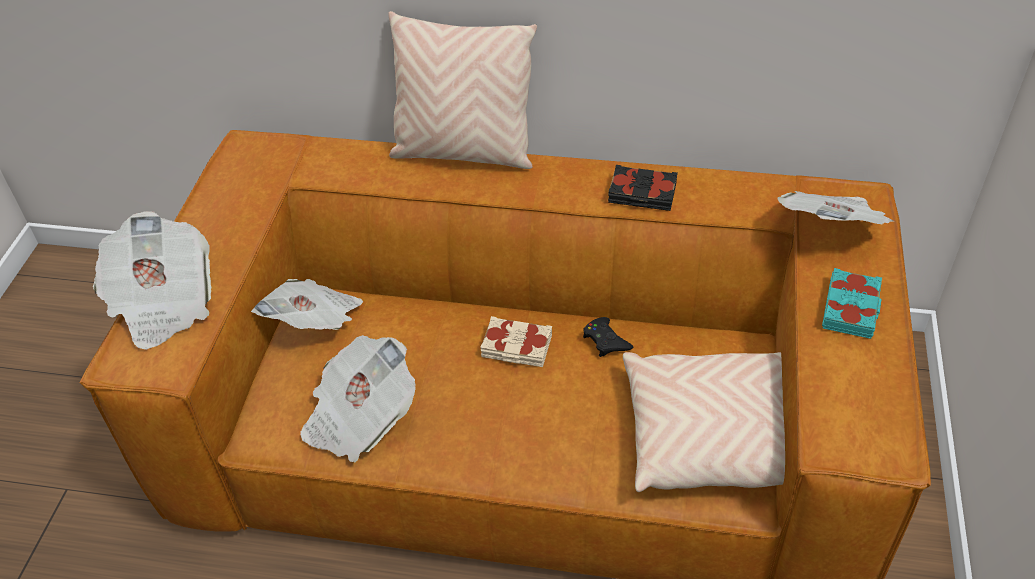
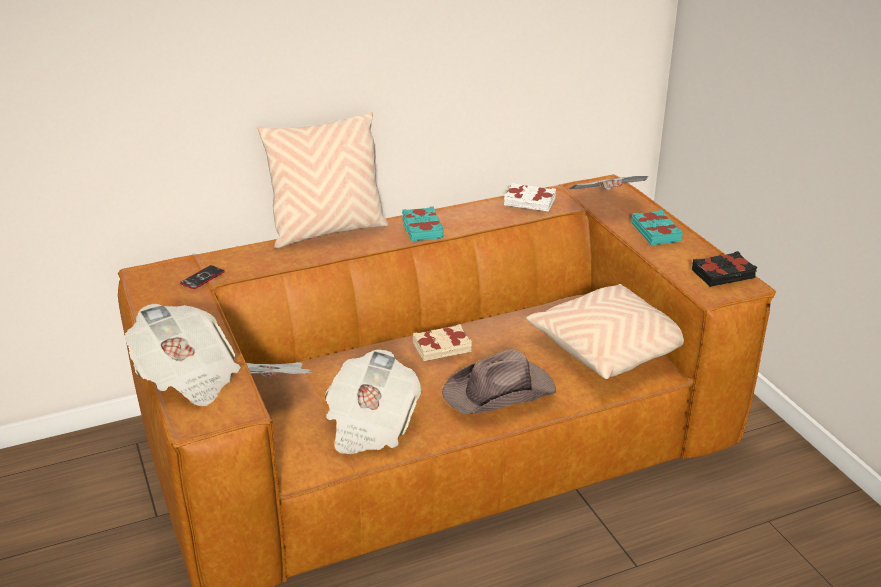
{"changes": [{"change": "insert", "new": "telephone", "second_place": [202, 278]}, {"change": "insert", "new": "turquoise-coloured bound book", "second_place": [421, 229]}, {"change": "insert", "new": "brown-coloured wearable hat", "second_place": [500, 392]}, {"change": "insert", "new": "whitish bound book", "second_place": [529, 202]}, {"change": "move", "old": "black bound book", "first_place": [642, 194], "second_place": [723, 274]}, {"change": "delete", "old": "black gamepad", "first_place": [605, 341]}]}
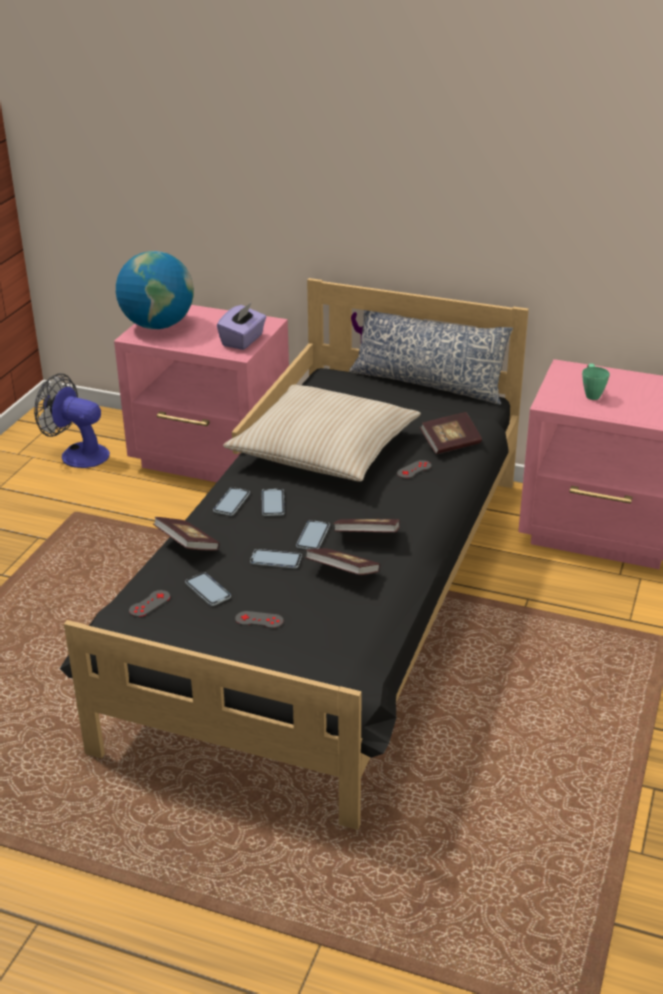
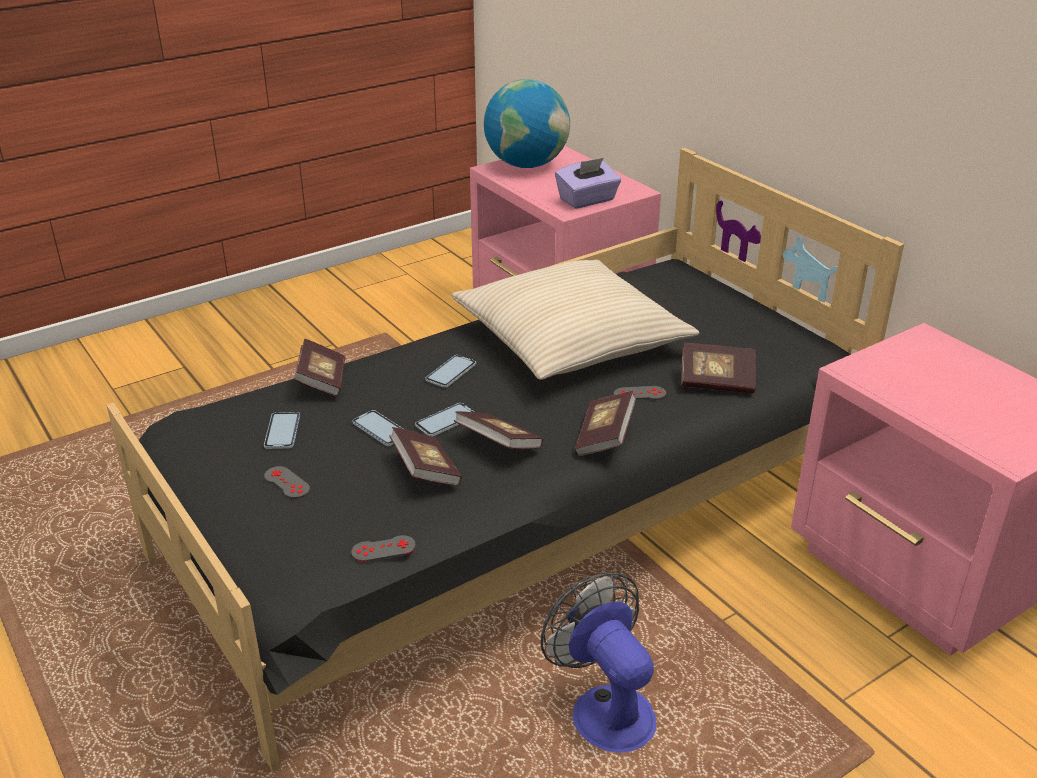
{"changes": [{"change": "move", "old": "greyish gamepad", "first_place": [149, 604], "second_place": [383, 549]}, {"change": "move", "old": "electric fan", "first_place": [77, 454], "second_place": [604, 707]}, {"change": "insert", "new": "bound book", "second_place": [604, 437]}, {"change": "delete", "old": "telephone", "first_place": [231, 502]}, {"change": "delete", "old": "throw pillow", "first_place": [427, 383]}, {"change": "delete", "old": "greenish coffee mug", "first_place": [591, 393]}]}
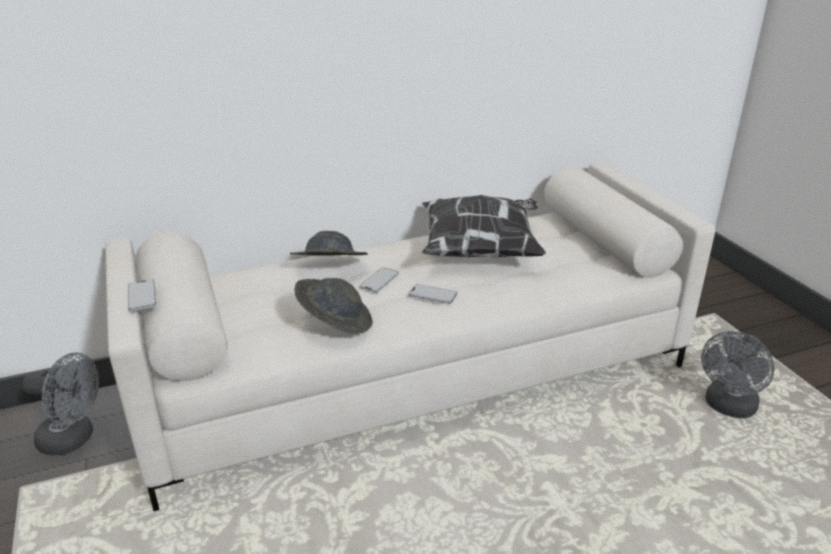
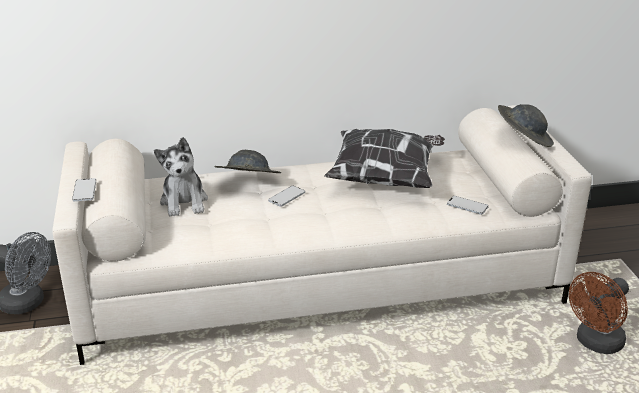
{"changes": [{"change": "insert", "new": "plush toy", "second_place": [184, 202]}, {"change": "move", "old": "telephone", "first_place": [433, 295], "second_place": [467, 206]}, {"change": "move", "old": "greyish wearable hat", "first_place": [335, 322], "second_place": [523, 140]}, {"change": "recolor", "old": "greyish electric fan", "new": "brown-coloured electric fan", "first_place": [728, 408], "second_place": [595, 344]}]}
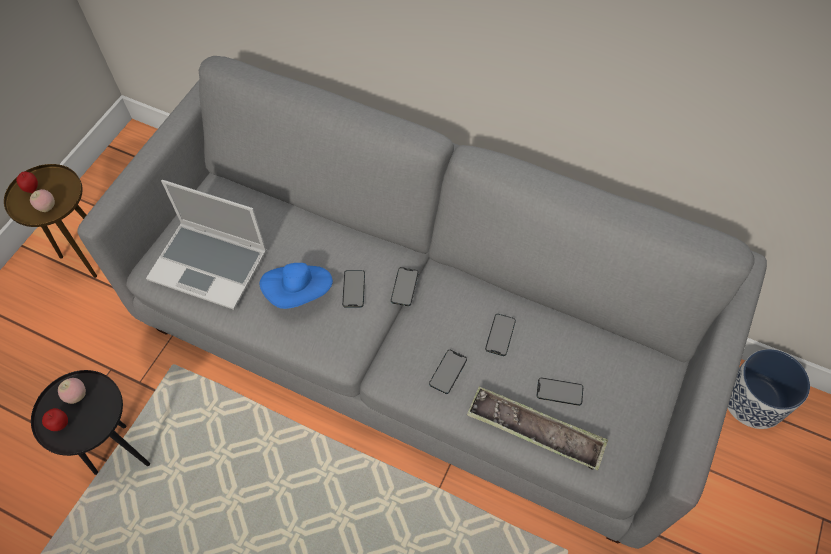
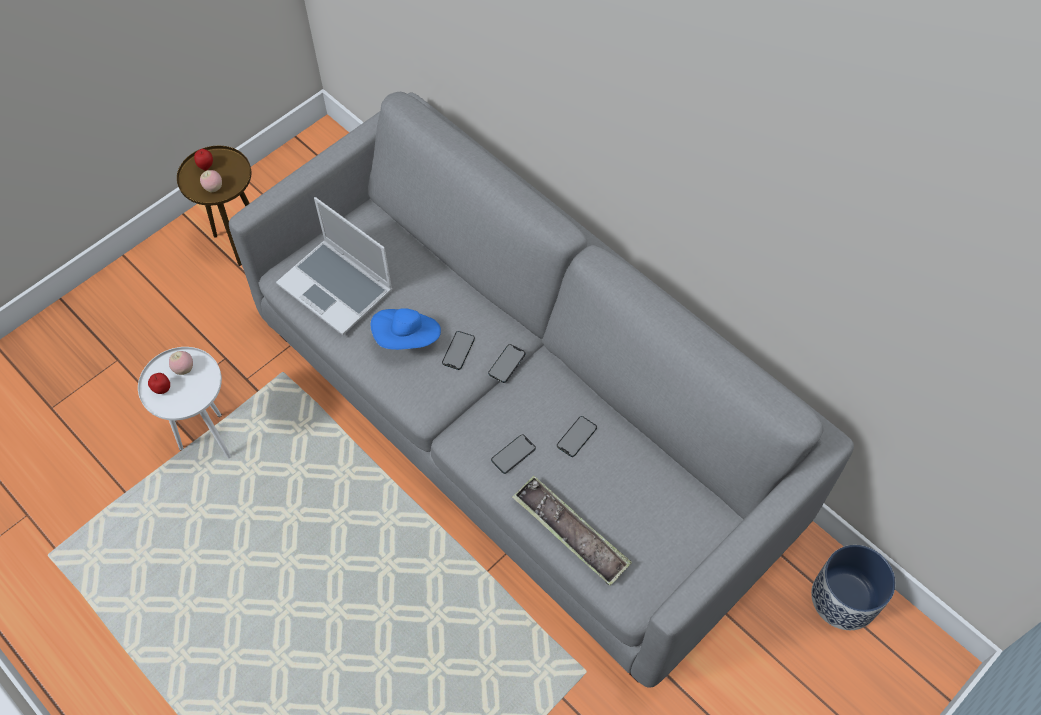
{"changes": [{"change": "recolor", "old": "black accent table", "new": "whitish accent table", "first_place": [123, 454], "second_place": [210, 440]}, {"change": "delete", "old": "telephone", "first_place": [559, 391]}]}
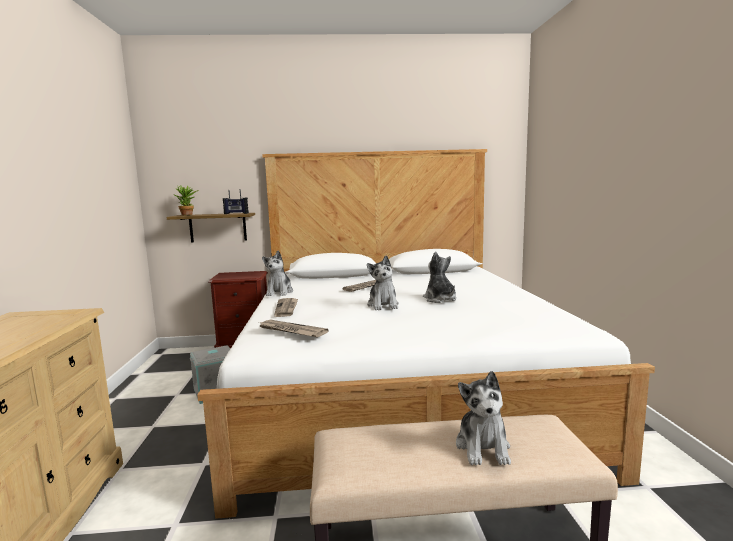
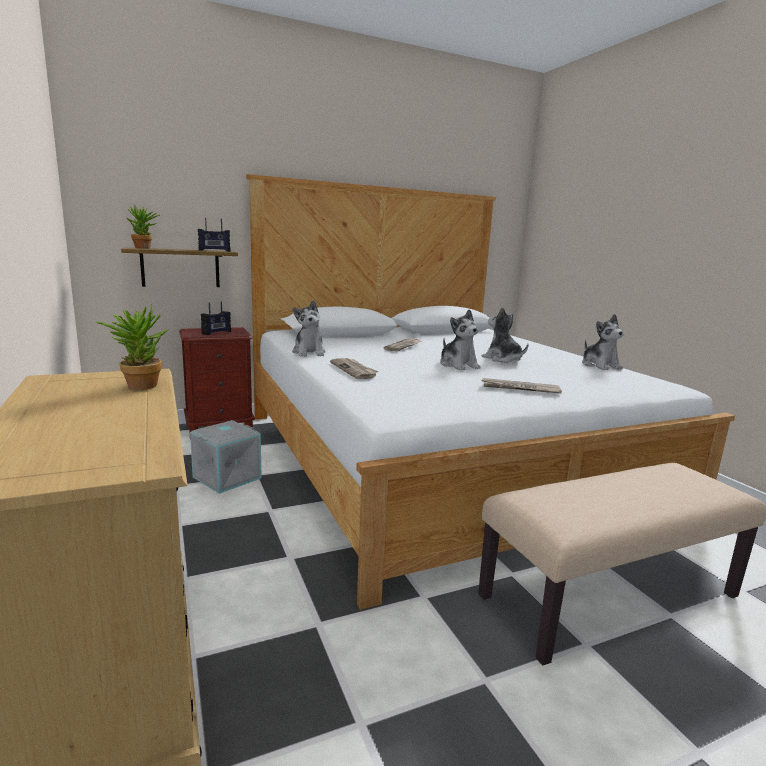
{"changes": [{"change": "insert", "new": "plant in a pot", "second_place": [139, 385]}, {"change": "insert", "new": "radio receiver", "second_place": [216, 332]}, {"change": "move", "old": "newspaper", "first_place": [291, 330], "second_place": [519, 388]}, {"change": "move", "old": "plush toy", "first_place": [483, 447], "second_place": [600, 365]}]}
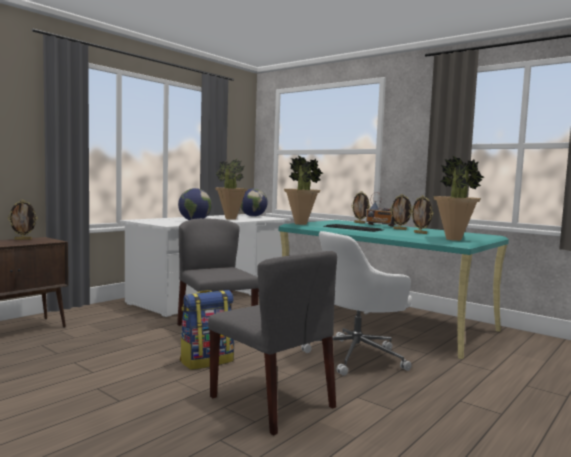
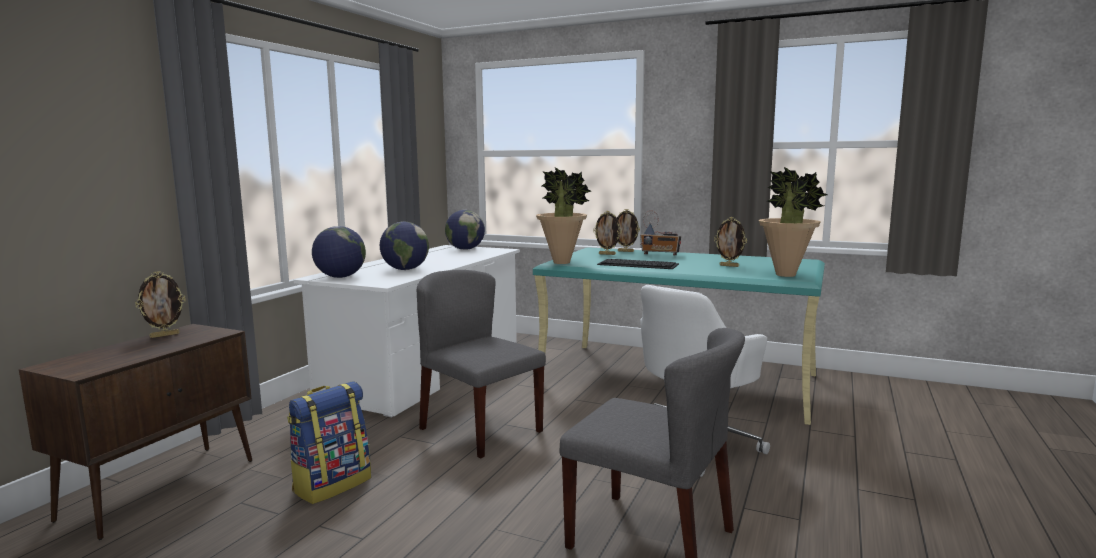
{"changes": [{"change": "move", "old": "knapsack", "first_place": [206, 361], "second_place": [332, 484]}, {"change": "insert", "new": "globe", "second_place": [340, 277]}, {"change": "move", "old": "picture frame", "first_place": [400, 229], "second_place": [607, 254]}, {"change": "delete", "old": "plant in a pot", "first_place": [230, 219]}]}
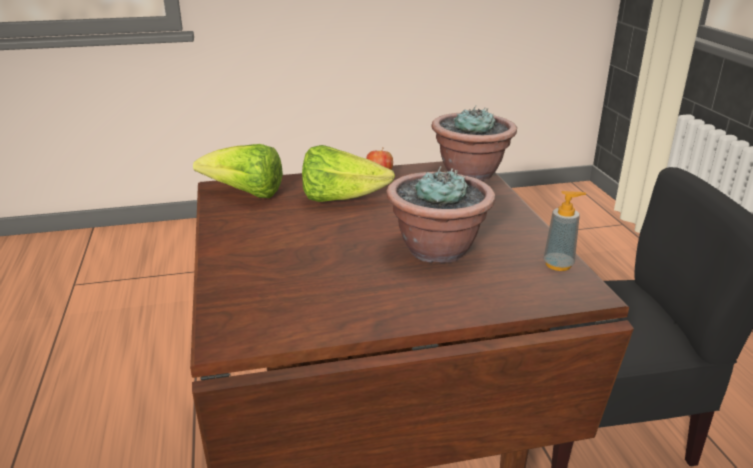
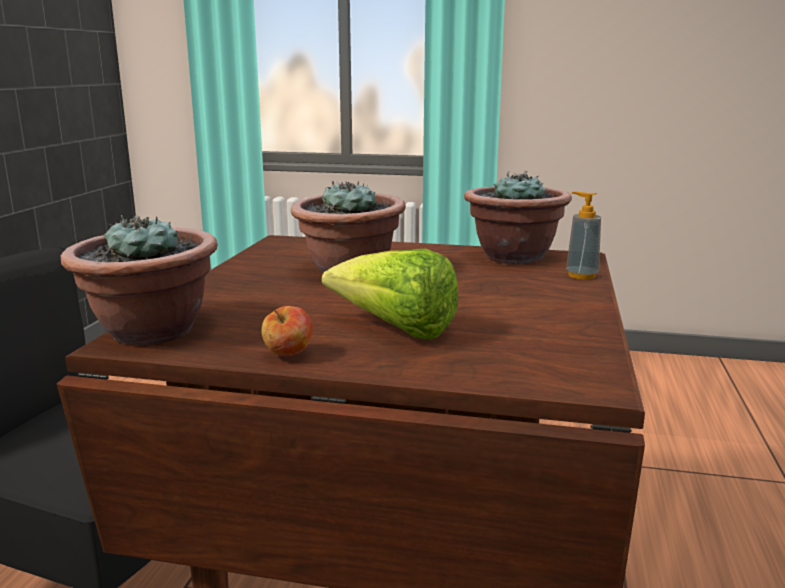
{"changes": [{"change": "insert", "new": "plant in a pot", "second_place": [513, 257]}, {"change": "move", "old": "soap bottle", "first_place": [558, 264], "second_place": [581, 276]}, {"change": "delete", "old": "lettuce", "first_place": [246, 194]}]}
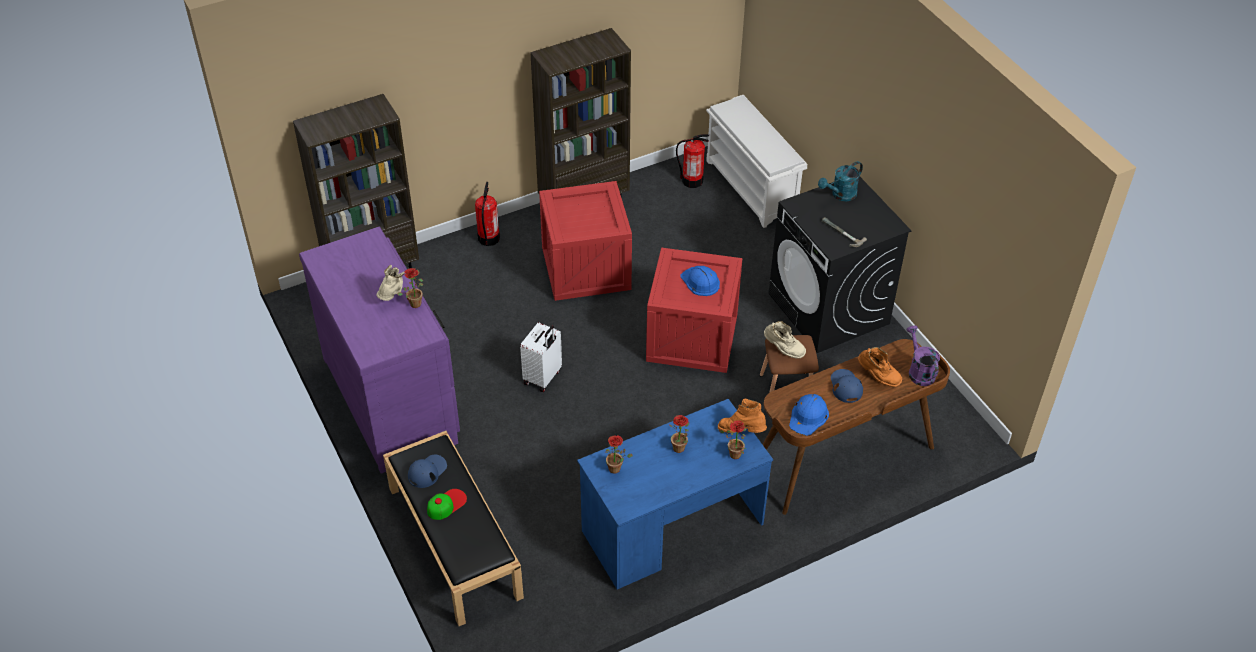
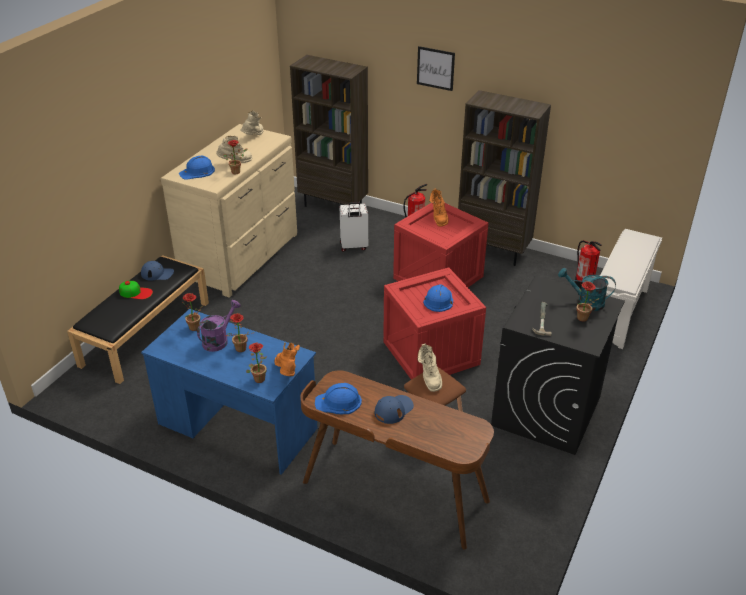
{"changes": [{"change": "recolor", "old": "purple chest of drawers", "new": "beige chest of drawers", "first_place": [392, 398], "second_place": [242, 257]}, {"change": "insert", "new": "blue work helmet", "second_place": [197, 172]}, {"change": "move", "old": "purple watering can", "first_place": [919, 371], "second_place": [218, 340]}, {"change": "insert", "new": "beige tall boot", "second_place": [253, 136]}, {"change": "move", "old": "whitish piece of luggage", "first_place": [543, 377], "second_place": [353, 246]}, {"change": "insert", "new": "wall art", "second_place": [435, 68]}, {"change": "move", "old": "orange tall boot", "first_place": [877, 377], "second_place": [438, 218]}, {"change": "insert", "new": "plant in a pot", "second_place": [583, 319]}]}
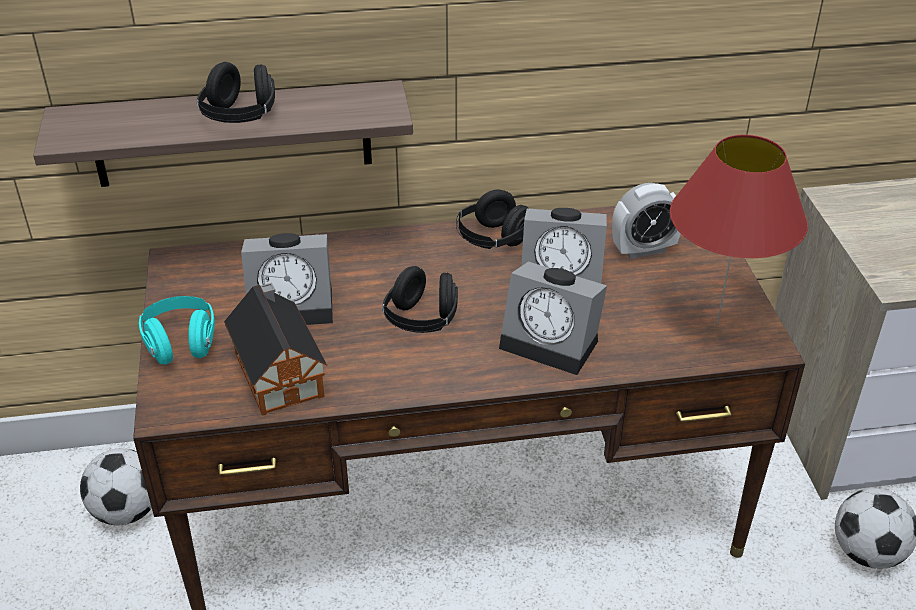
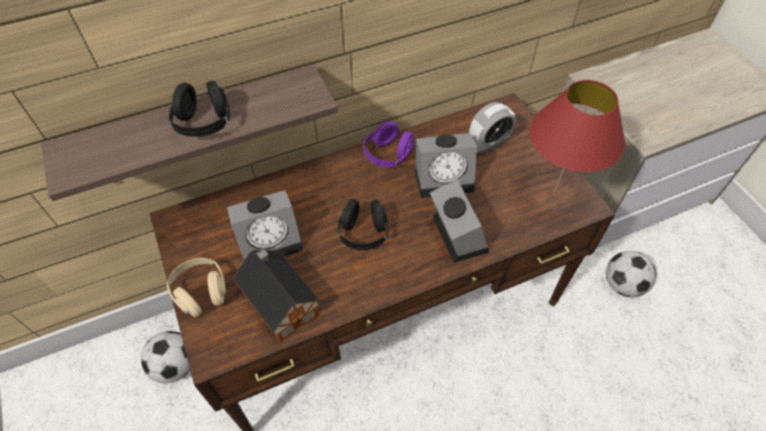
{"changes": [{"change": "recolor", "old": "turquoise-coloured pair of headphones", "new": "beige pair of headphones", "first_place": [181, 344], "second_place": [201, 293]}, {"change": "recolor", "old": "black pair of headphones", "new": "purple pair of headphones", "first_place": [492, 239], "second_place": [388, 155]}, {"change": "rotate", "old": "alarm clock", "first_place": [553, 343], "second_place": [456, 233], "degrees": -120}]}
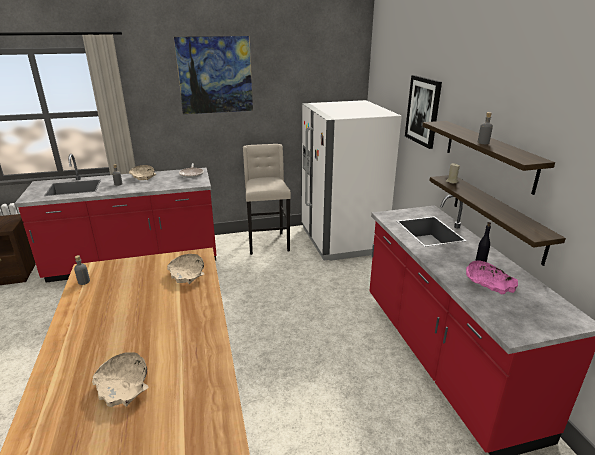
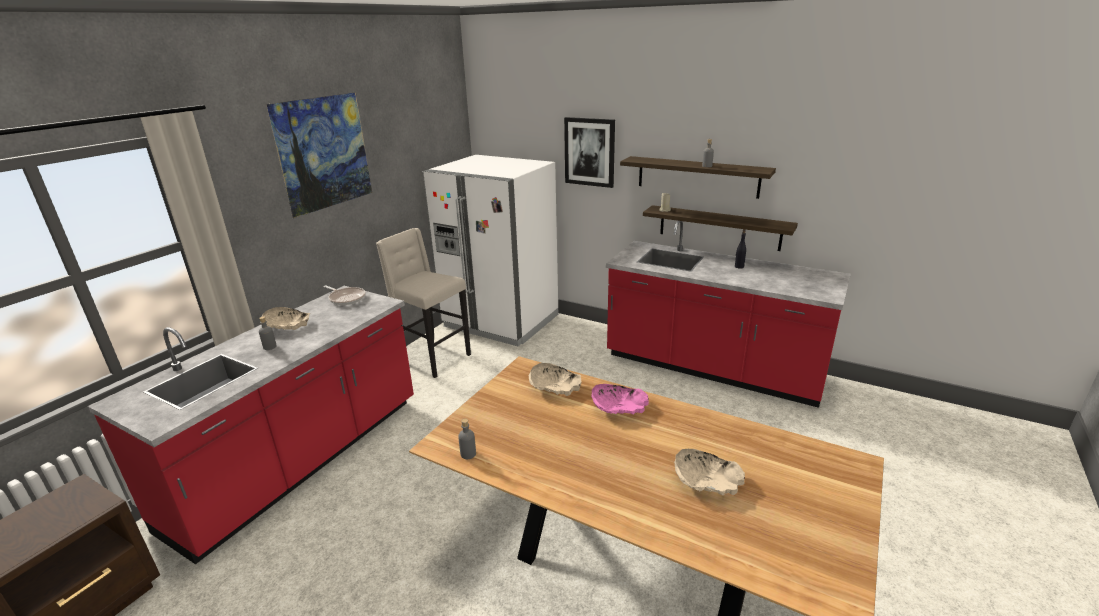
{"changes": [{"change": "move", "old": "pinkish deep dish", "first_place": [488, 284], "second_place": [618, 407]}]}
